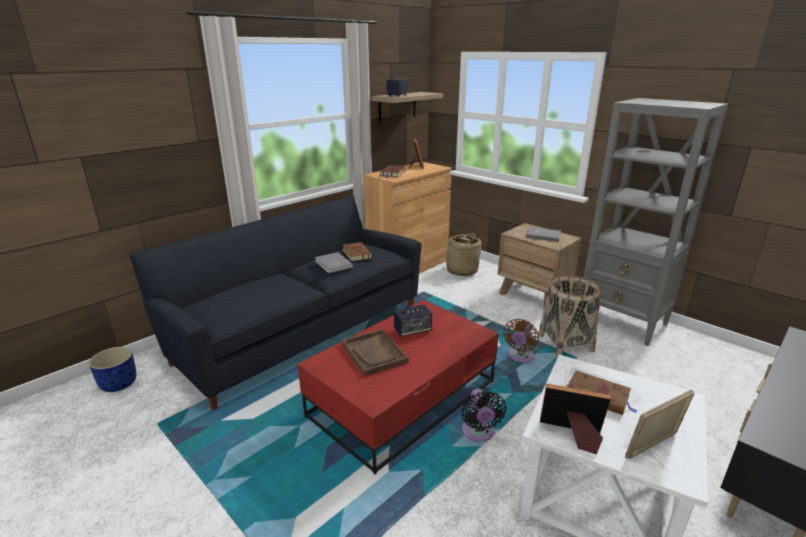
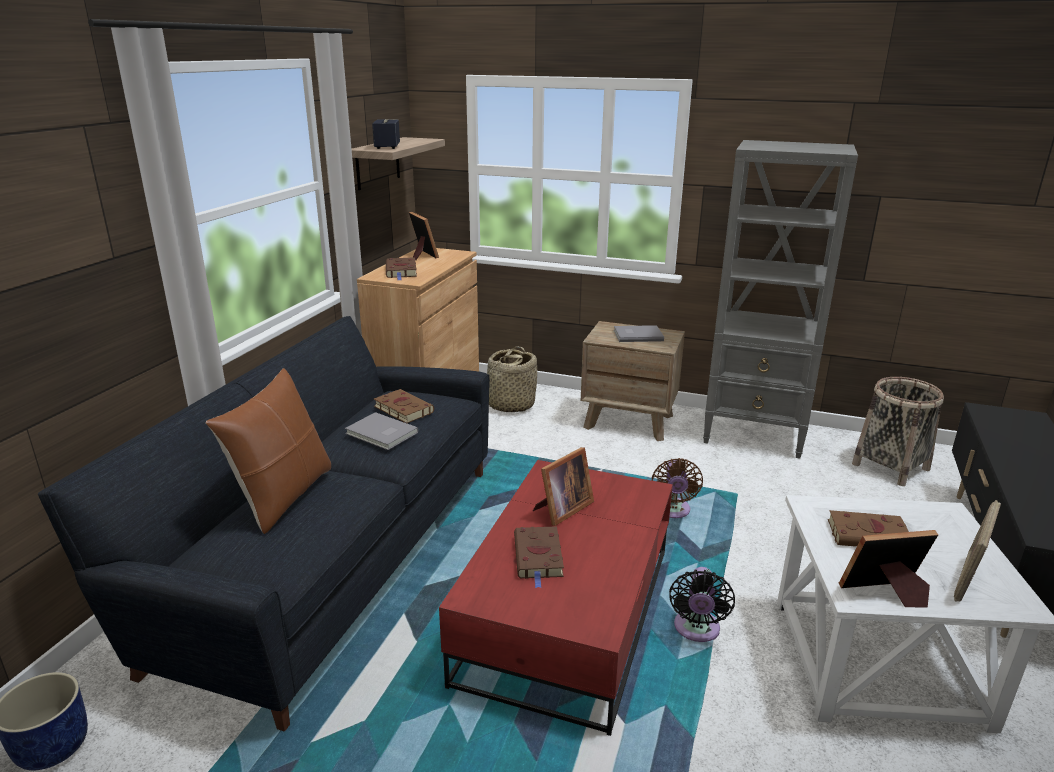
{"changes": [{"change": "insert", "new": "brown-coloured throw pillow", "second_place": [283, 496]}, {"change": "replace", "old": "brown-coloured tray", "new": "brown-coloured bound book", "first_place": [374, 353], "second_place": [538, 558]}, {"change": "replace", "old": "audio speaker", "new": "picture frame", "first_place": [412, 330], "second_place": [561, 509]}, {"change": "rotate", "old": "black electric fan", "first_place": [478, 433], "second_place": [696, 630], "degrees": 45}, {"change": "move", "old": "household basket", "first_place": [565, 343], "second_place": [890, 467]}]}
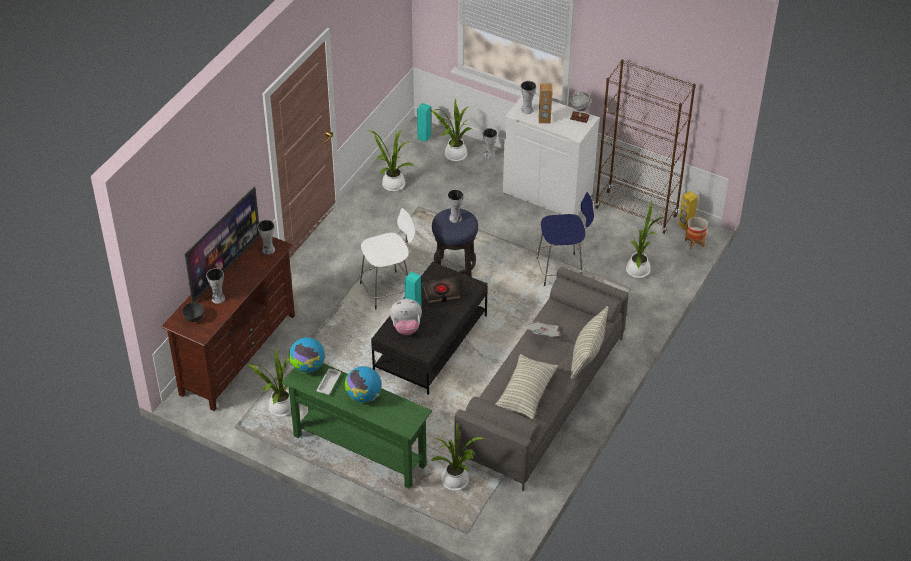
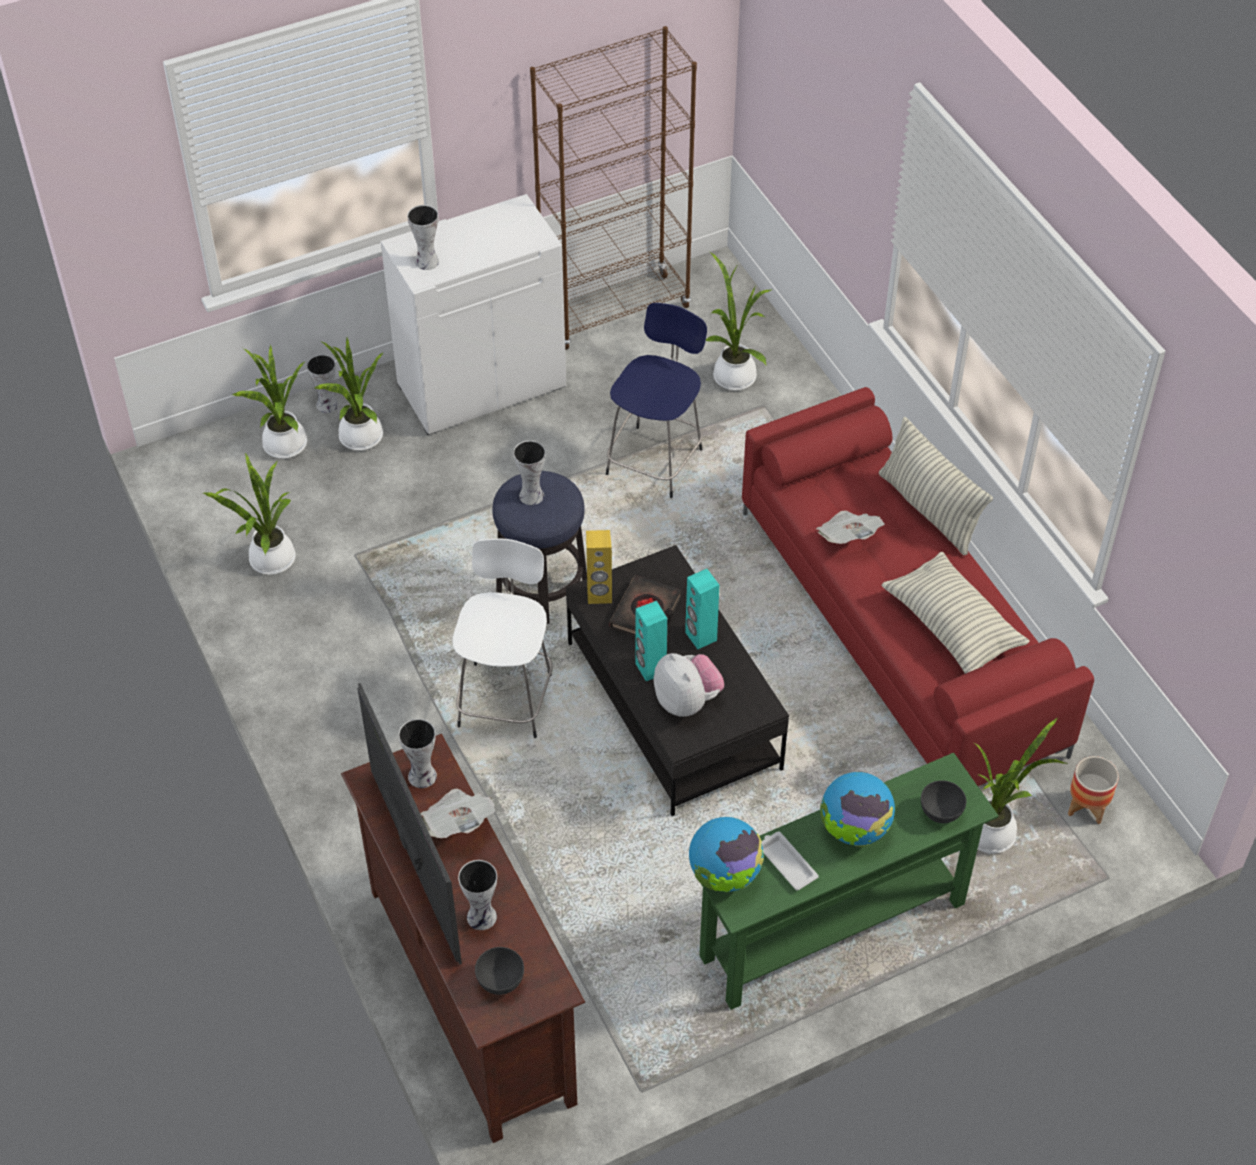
{"changes": [{"change": "move", "old": "plant in a pot", "first_place": [279, 408], "second_place": [359, 439]}, {"change": "insert", "new": "newspaper", "second_place": [458, 823]}, {"change": "move", "old": "yellow audio speaker", "first_place": [685, 226], "second_place": [599, 595]}, {"change": "rotate", "old": "plush toy", "first_place": [406, 327], "second_place": [687, 701], "degrees": -60}, {"change": "move", "old": "turquoise-coloured audio speaker", "first_place": [424, 137], "second_place": [700, 636]}, {"change": "recolor", "old": "greyish settee", "new": "red settee", "first_place": [542, 399], "second_place": [901, 631]}, {"change": "insert", "new": "greyish deep dish", "second_place": [940, 812]}, {"change": "move", "old": "flower pot", "first_place": [694, 243], "second_place": [1087, 807]}, {"change": "delete", "old": "brown-coloured audio speaker", "first_place": [544, 120]}, {"change": "delete", "old": "globe", "first_place": [579, 117]}]}
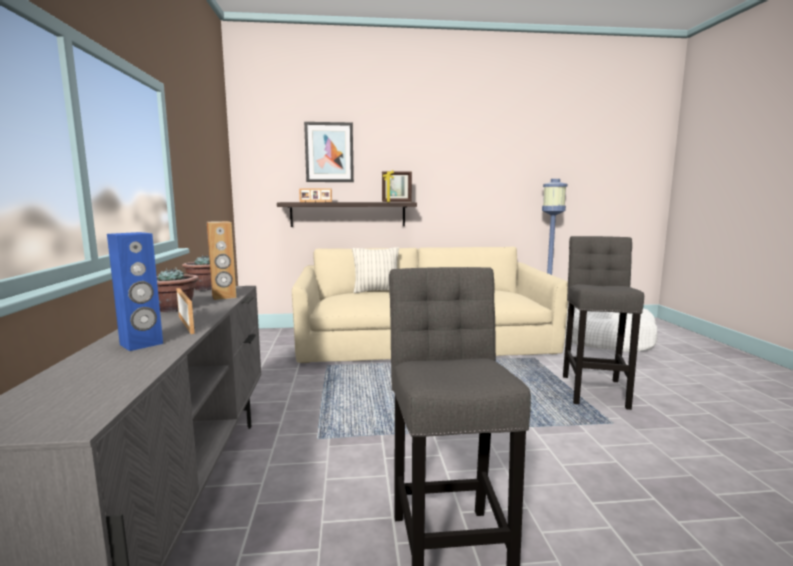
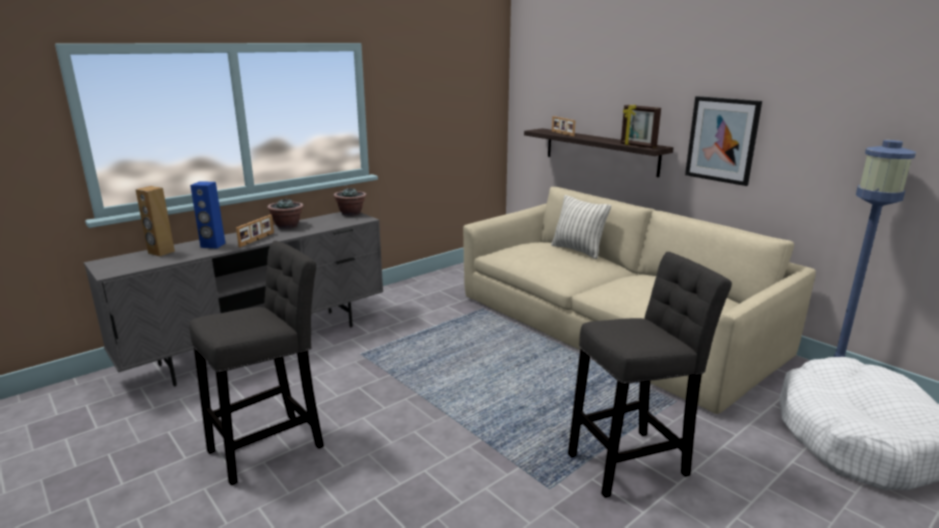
{"changes": [{"change": "move", "old": "brown-coloured audio speaker", "first_place": [224, 297], "second_place": [161, 252]}, {"change": "move", "old": "wall art", "first_place": [329, 152], "second_place": [722, 140]}]}
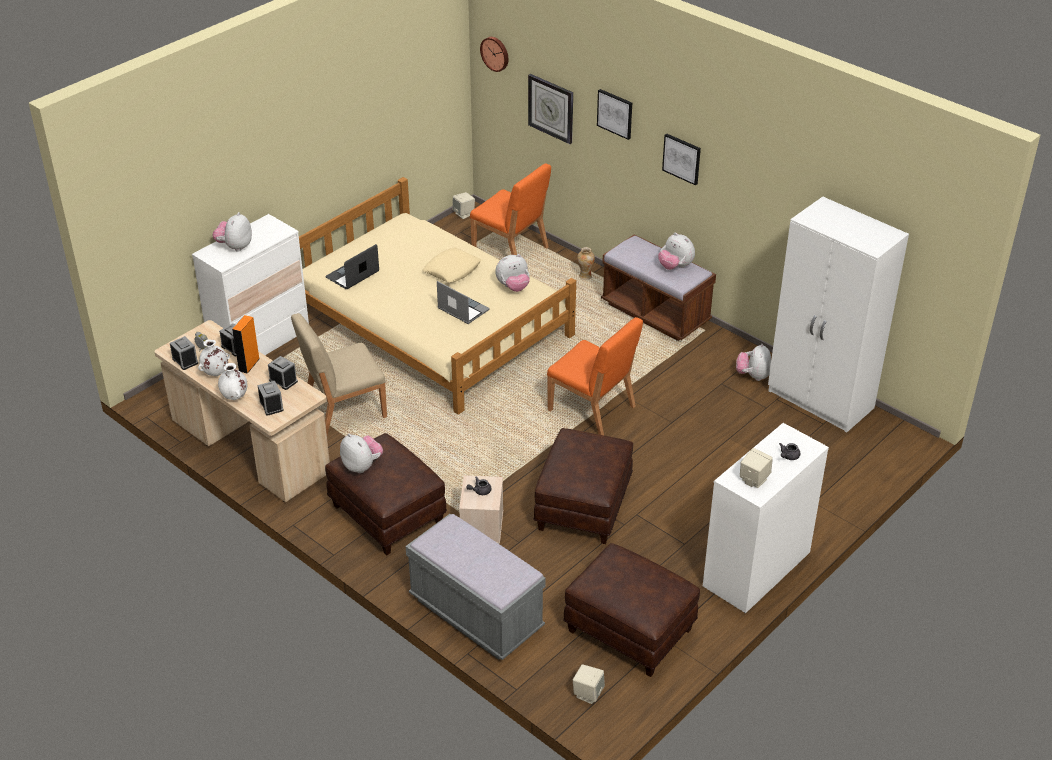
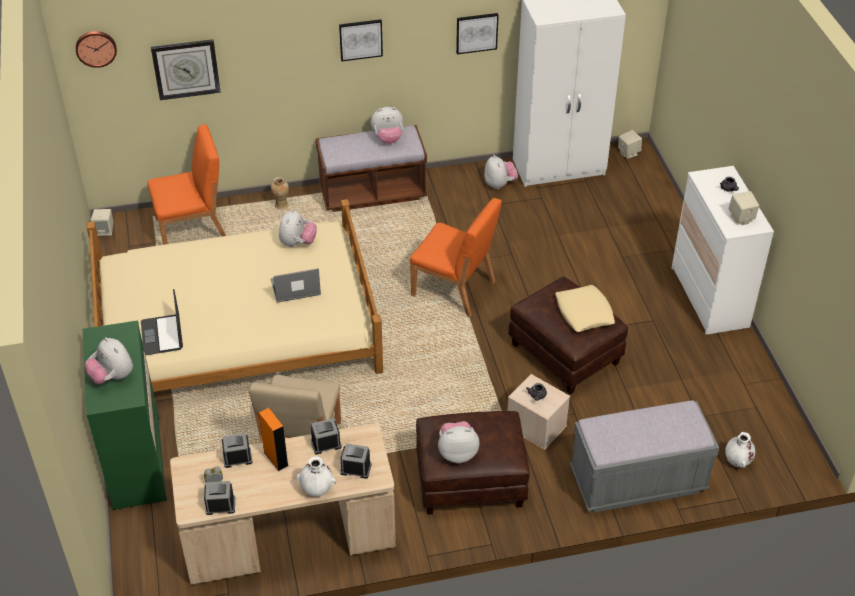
{"changes": [{"change": "recolor", "old": "whitish chest of drawers", "new": "greenish chest of drawers", "first_place": [260, 342], "second_place": [137, 462]}, {"change": "rotate", "old": "orange plain chair", "first_place": [592, 409], "second_place": [454, 289], "degrees": 45}, {"change": "move", "old": "wall art", "first_place": [615, 113], "second_place": [476, 32]}, {"change": "rotate", "old": "plush toy", "first_place": [753, 376], "second_place": [499, 184], "degrees": -150}, {"change": "move", "old": "beige throw pillow", "first_place": [452, 270], "second_place": [584, 312]}, {"change": "move", "old": "beige audio speaker", "first_place": [588, 693], "second_place": [628, 153]}, {"change": "move", "old": "whitish flower vase", "first_place": [215, 373], "second_place": [737, 462]}, {"change": "delete", "old": "brown-coloured pouffe", "first_place": [628, 630]}]}
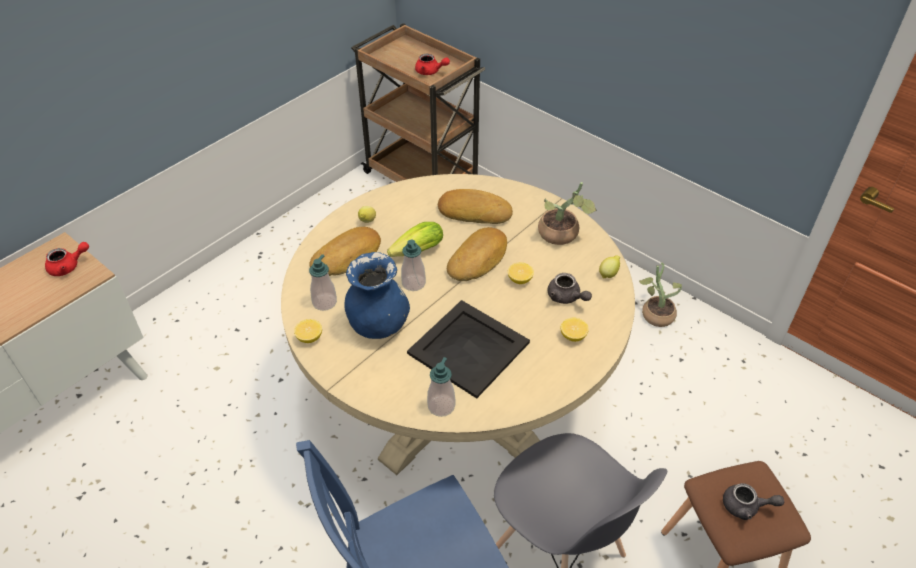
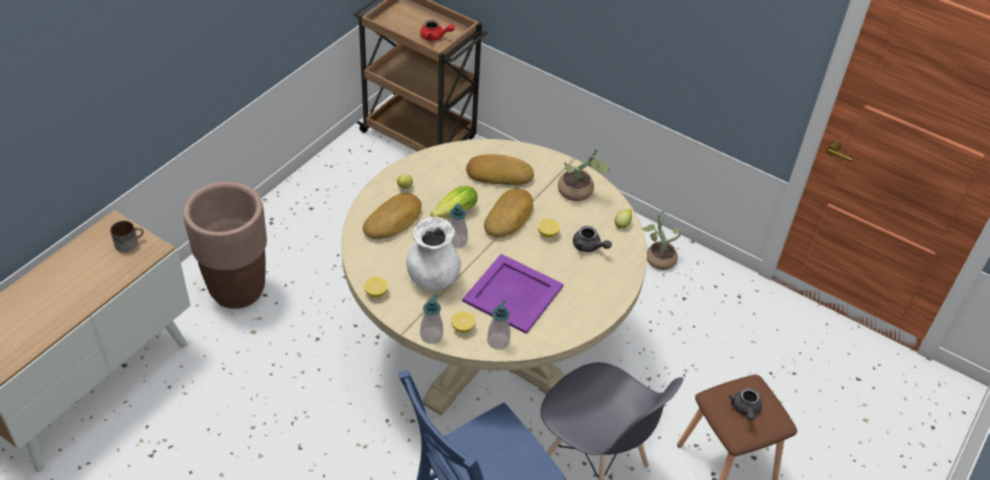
{"changes": [{"change": "replace", "old": "red tea pot", "new": "coffee mug", "first_place": [68, 267], "second_place": [129, 242]}, {"change": "insert", "new": "brown-coloured flower pot", "second_place": [237, 290]}, {"change": "recolor", "old": "blue flower vase", "new": "whitish flower vase", "first_place": [378, 325], "second_place": [432, 279]}, {"change": "move", "old": "soap bottle", "first_place": [324, 302], "second_place": [431, 336]}, {"change": "move", "old": "citrus fruit", "first_place": [573, 336], "second_place": [462, 327]}, {"change": "recolor", "old": "black tray", "new": "purple tray", "first_place": [467, 348], "second_place": [512, 294]}, {"change": "rotate", "old": "greyish tea pot", "first_place": [746, 507], "second_place": [745, 410], "degrees": 90}]}
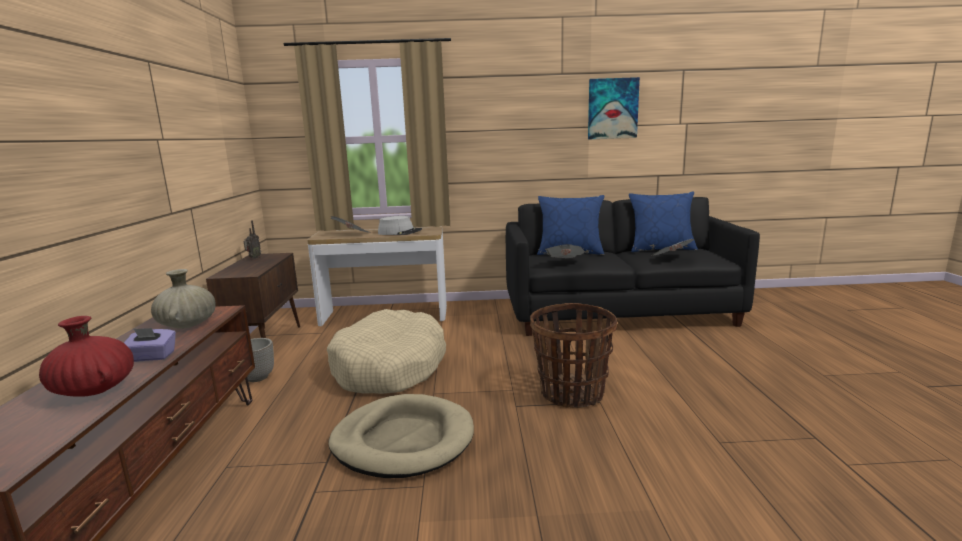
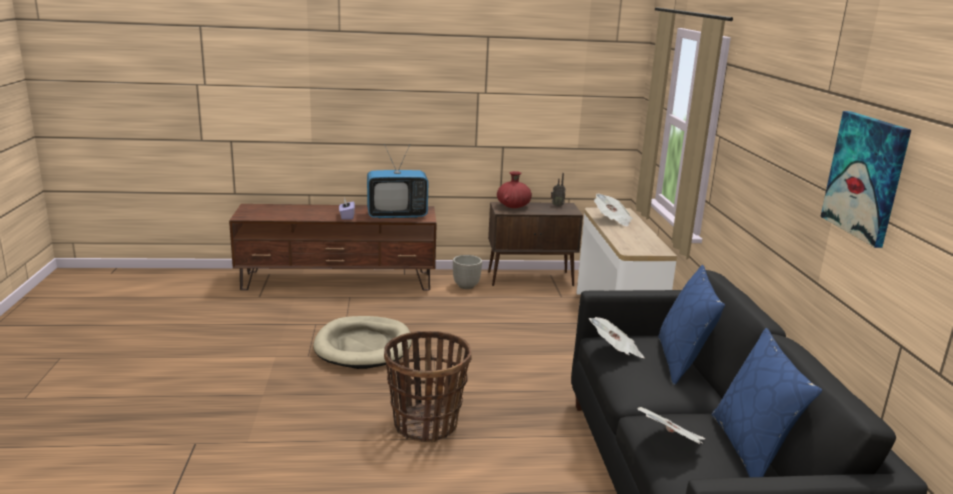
{"changes": [{"change": "replace", "old": "beige flower vase", "new": "TV set", "first_place": [187, 325], "second_place": [397, 215]}, {"change": "move", "old": "red flower vase", "first_place": [94, 390], "second_place": [513, 206]}, {"change": "delete", "old": "beige dog cushion", "first_place": [390, 367]}, {"change": "delete", "old": "greyish wearable hat", "first_place": [400, 232]}]}
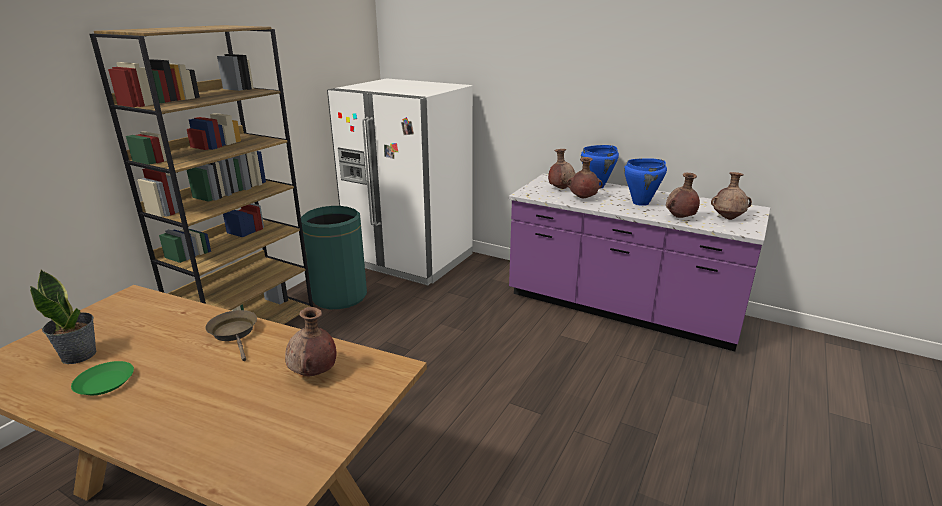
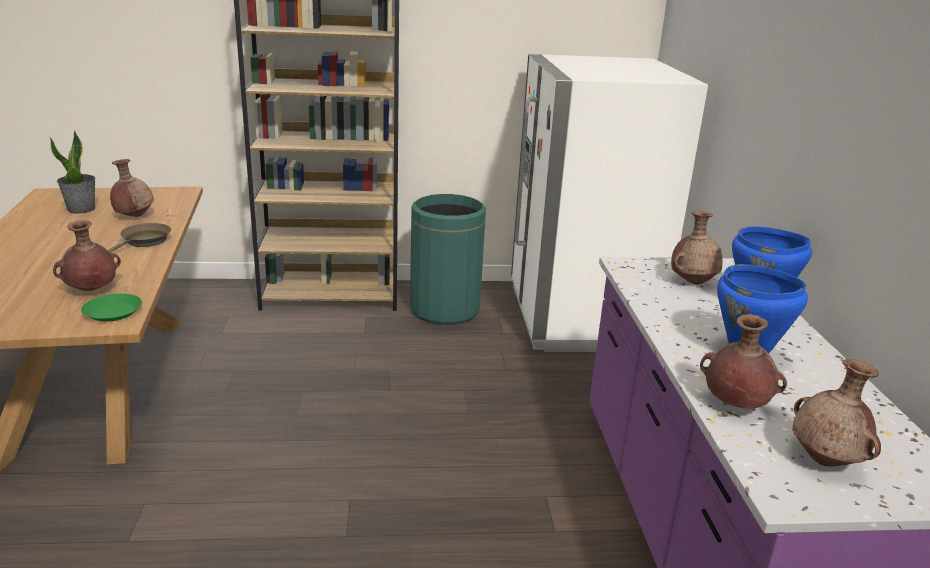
{"changes": [{"change": "move", "old": "greenish dinner plate", "first_place": [104, 383], "second_place": [112, 312]}, {"change": "move", "old": "brown-coloured flower vase", "first_place": [582, 198], "second_place": [134, 216]}]}
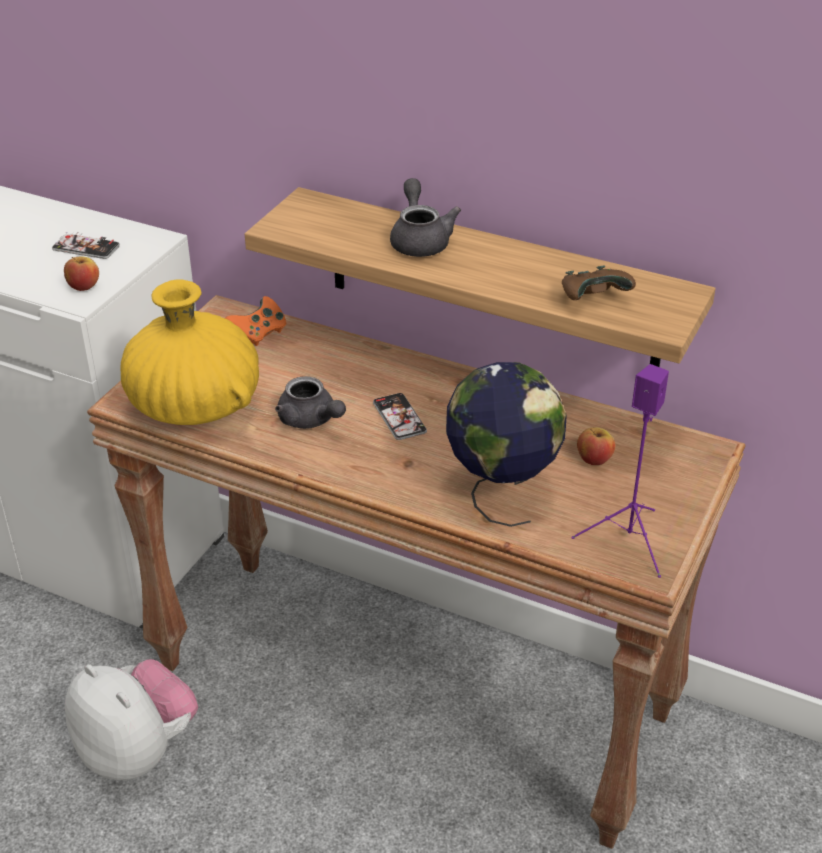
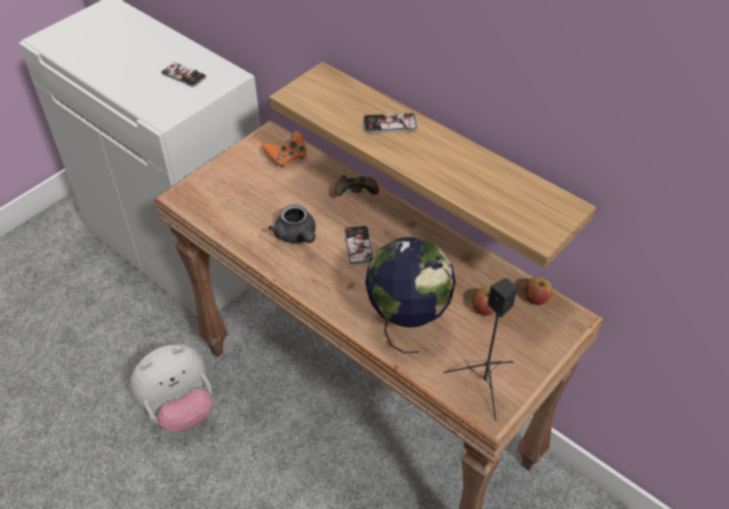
{"changes": [{"change": "rotate", "old": "plush toy", "first_place": [138, 751], "second_place": [180, 408], "degrees": 90}, {"change": "move", "old": "brown-coloured gamepad", "first_place": [593, 299], "second_place": [356, 194]}, {"change": "replace", "old": "greyish tea pot", "new": "telephone", "first_place": [420, 240], "second_place": [389, 124]}, {"change": "recolor", "old": "purple audio speaker", "new": "black audio speaker", "first_place": [629, 541], "second_place": [484, 385]}, {"change": "move", "old": "whole apple", "first_place": [83, 286], "second_place": [536, 299]}, {"change": "delete", "old": "yellow flower vase", "first_place": [194, 407]}]}
